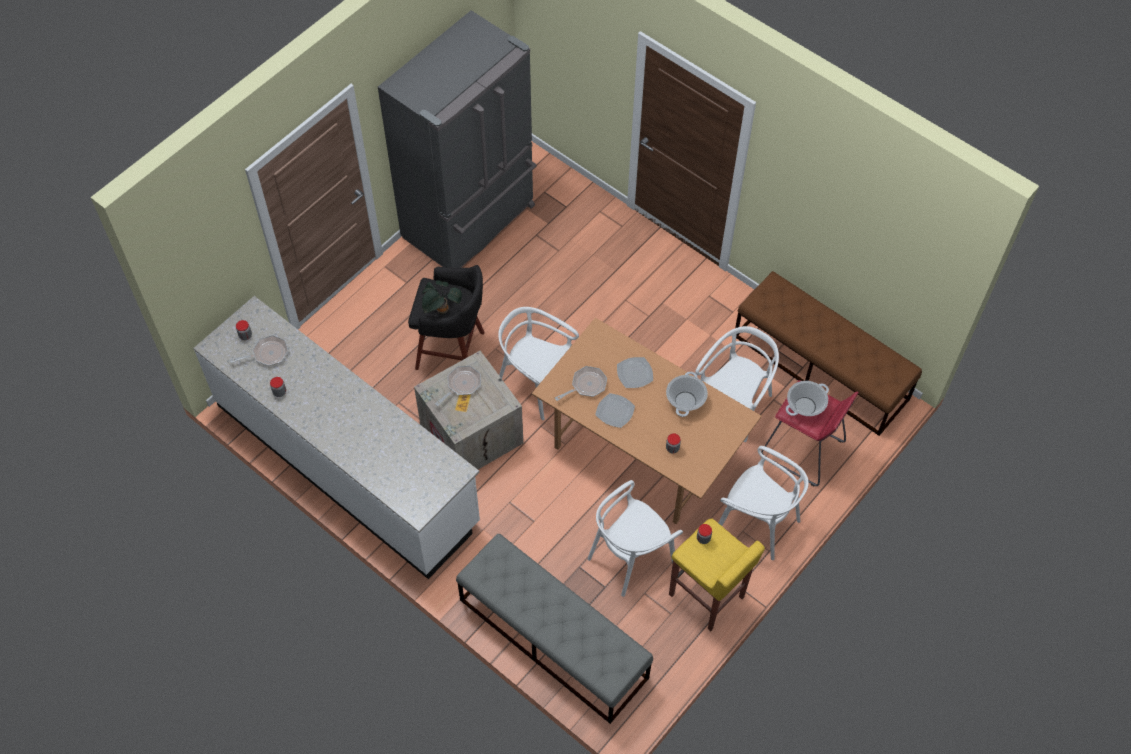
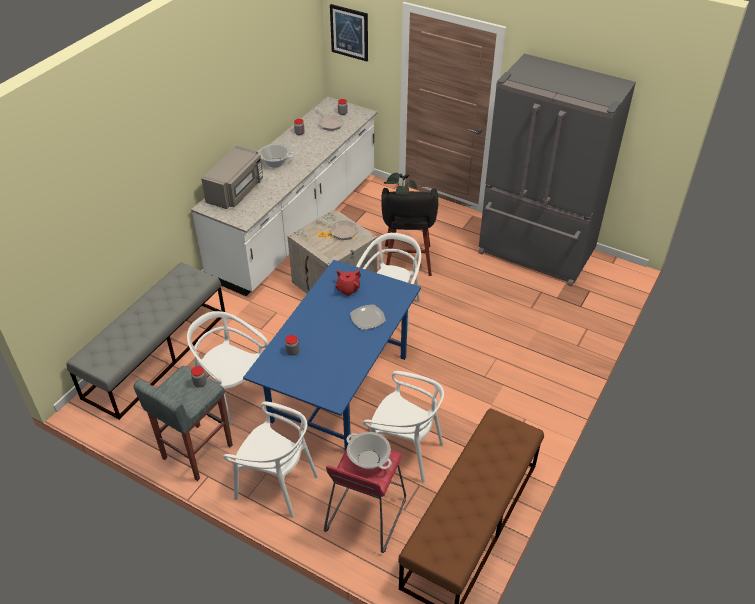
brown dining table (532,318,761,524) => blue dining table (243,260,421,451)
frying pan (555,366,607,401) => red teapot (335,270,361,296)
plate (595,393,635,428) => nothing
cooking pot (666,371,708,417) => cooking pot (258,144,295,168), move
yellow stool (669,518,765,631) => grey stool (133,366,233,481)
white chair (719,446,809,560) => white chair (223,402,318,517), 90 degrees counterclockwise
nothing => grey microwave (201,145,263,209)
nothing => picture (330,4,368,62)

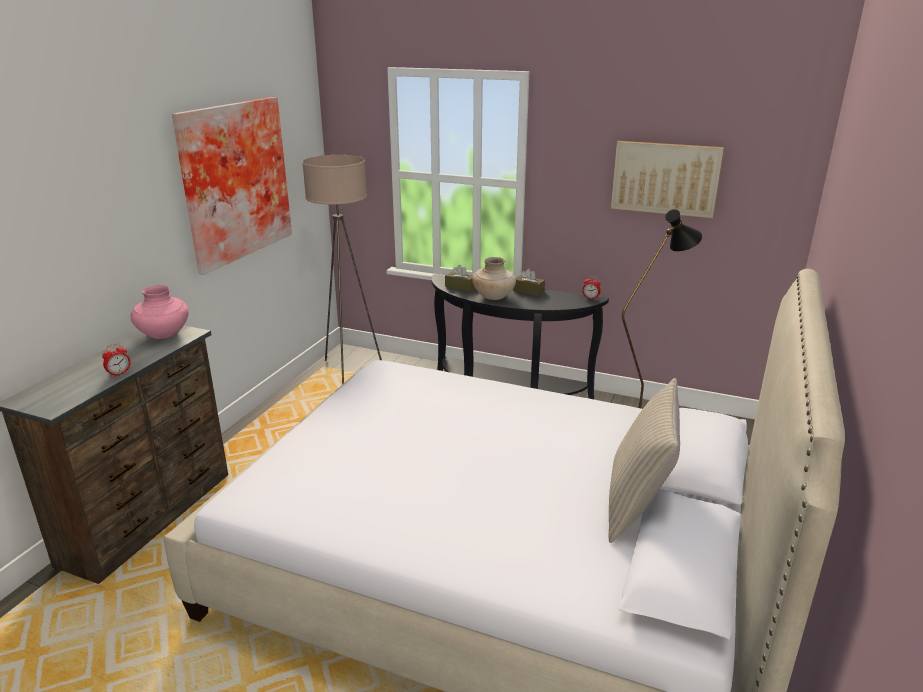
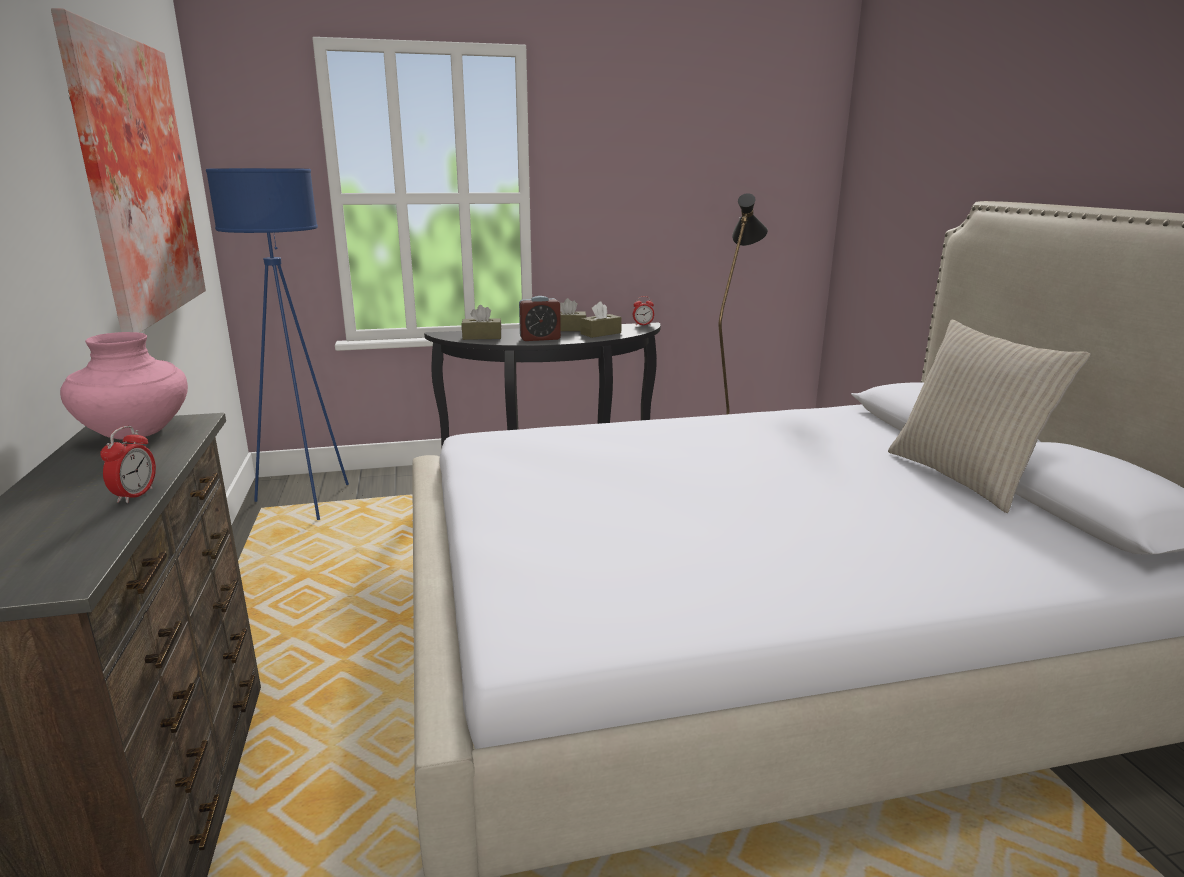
beige floor lamp (302,155,382,384) => blue floor lamp (206,168,349,520)
beige vase (472,257,516,300) => alarm clock (519,296,561,341)
picture (611,141,724,218) => nothing
nothing => brown tissue box (580,301,622,338)

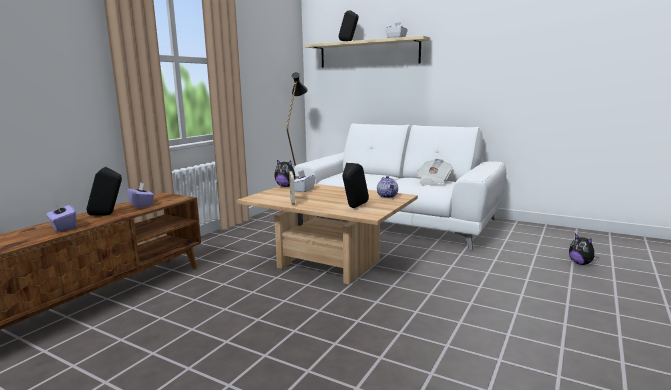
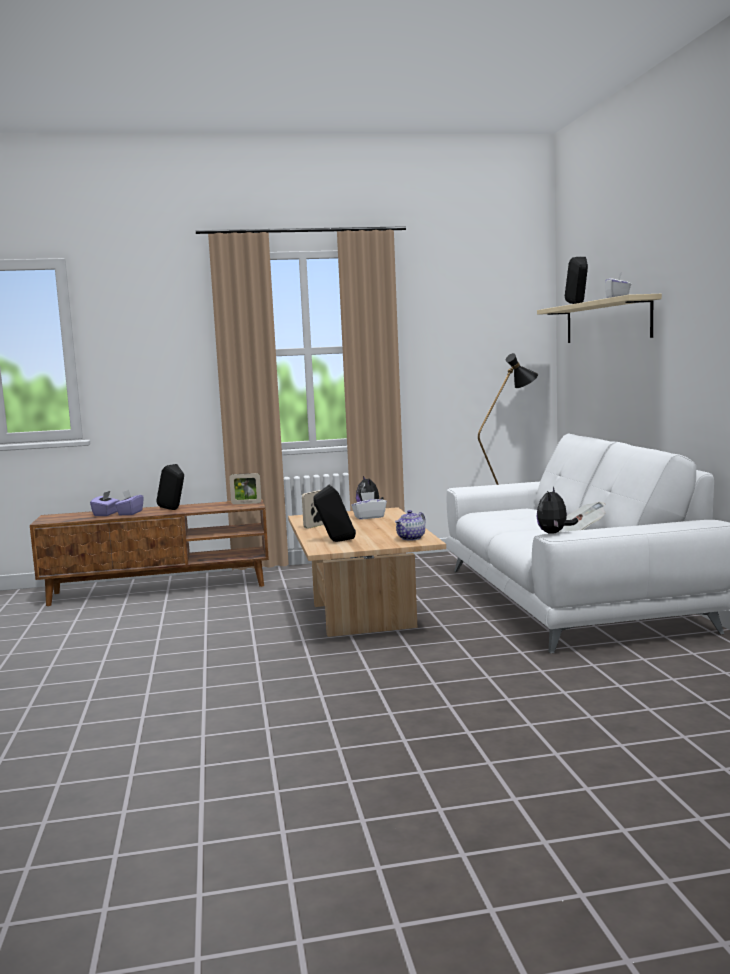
purple tissue box (126,183,154,208) => purple tissue box (90,491,120,516), move
plush toy (569,233,599,265) => plush toy (536,487,578,534), move
nothing => picture frame (229,473,262,504)

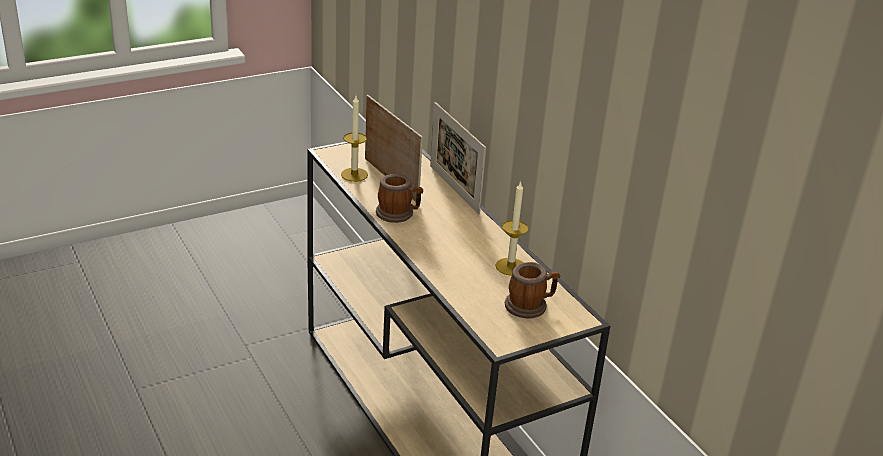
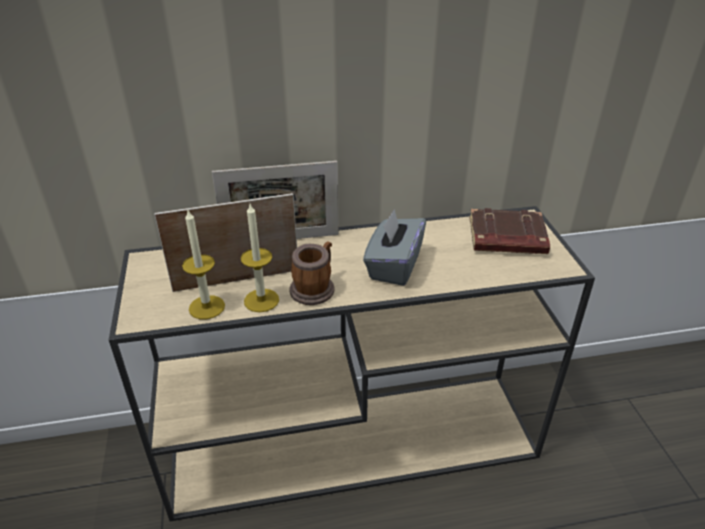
candle (495,181,529,276) => candle (241,204,279,312), move
mug (505,262,560,319) => brown book (470,208,550,254)
nothing => grey tissue box (363,209,426,286)

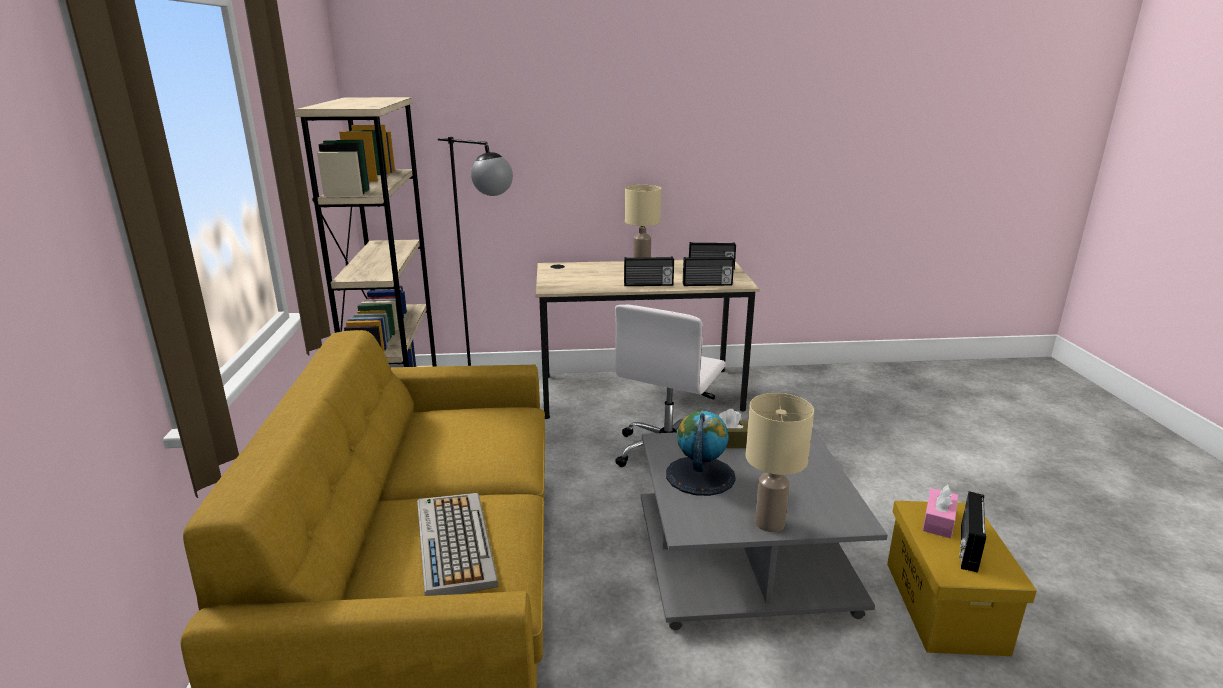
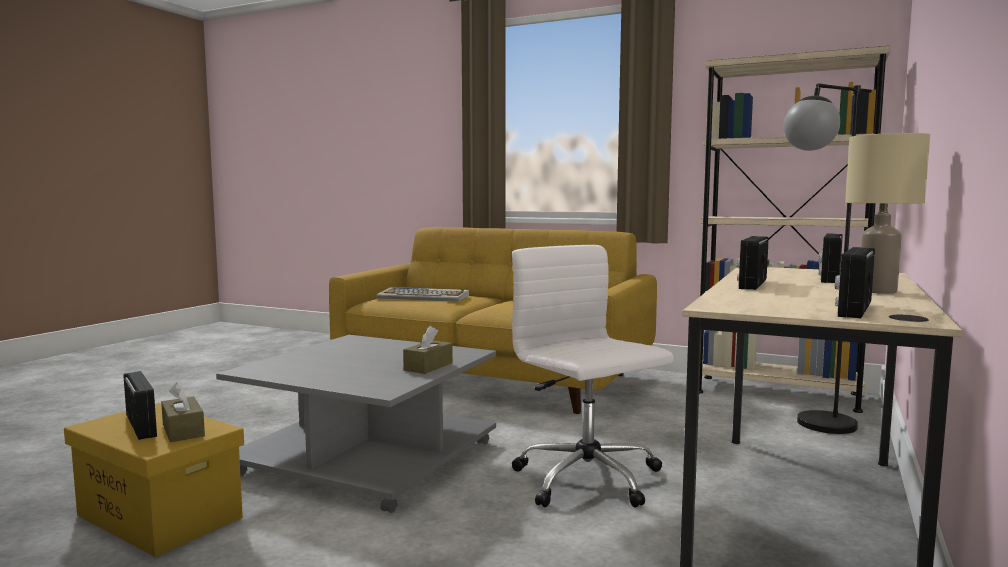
globe (666,411,736,496) => nothing
radio (683,256,734,286) => radio (818,233,843,283), move
beige table lamp (746,393,814,532) => nothing
pink tissue box (923,485,958,538) => brown tissue box (161,382,205,442)

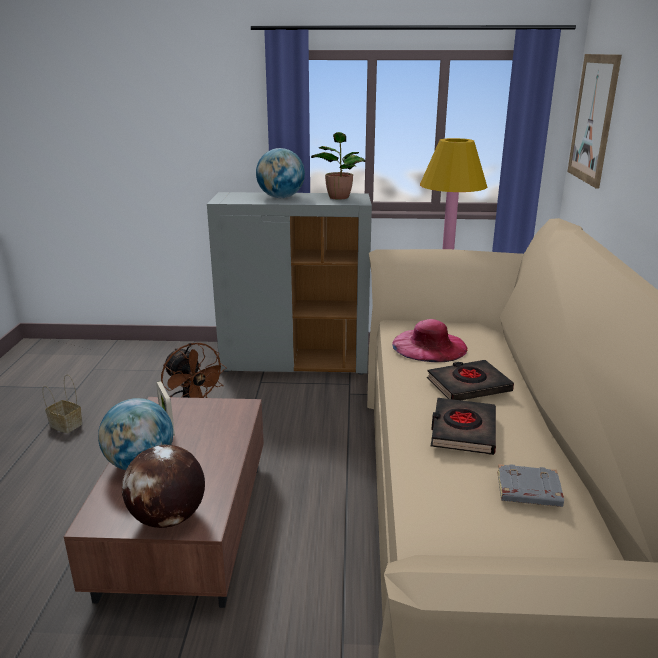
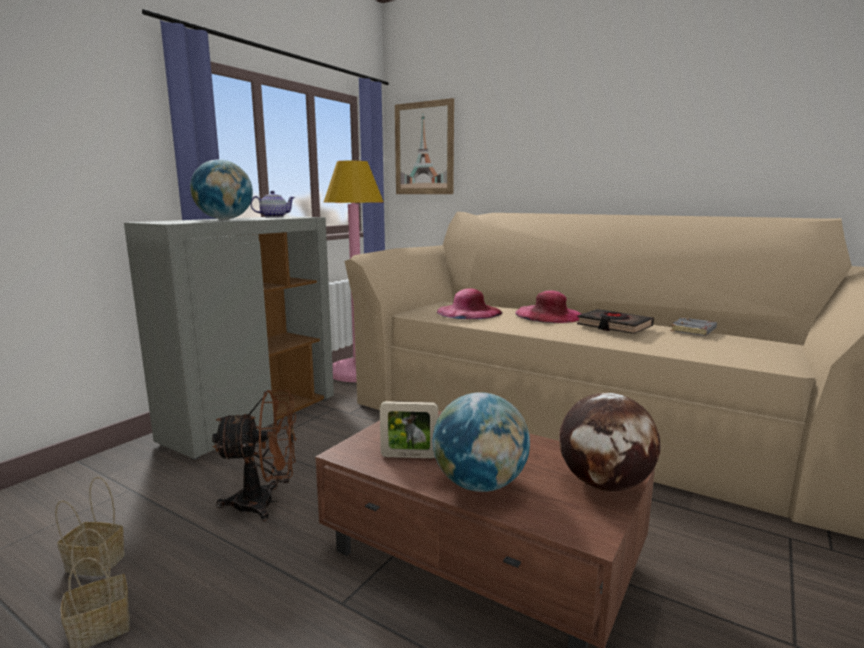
potted plant (311,132,365,200) => teapot (250,191,295,218)
black book (427,360,514,400) => pink hat (515,290,581,323)
nothing => basket (55,477,125,576)

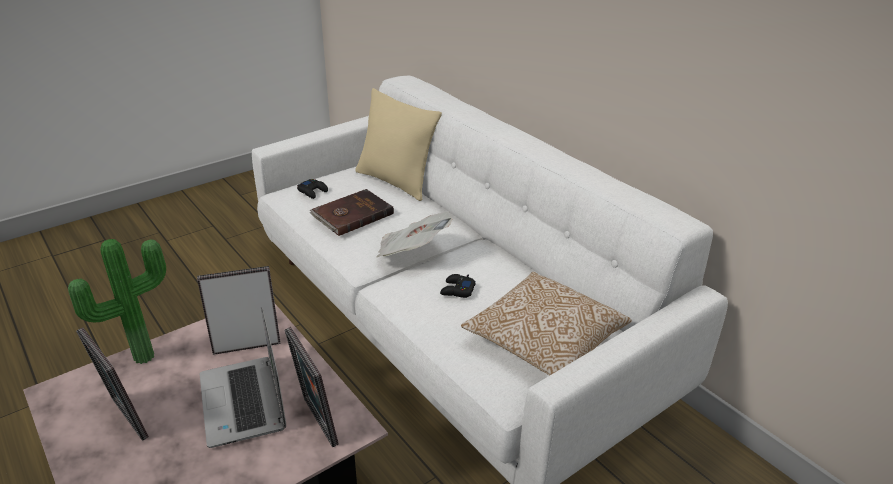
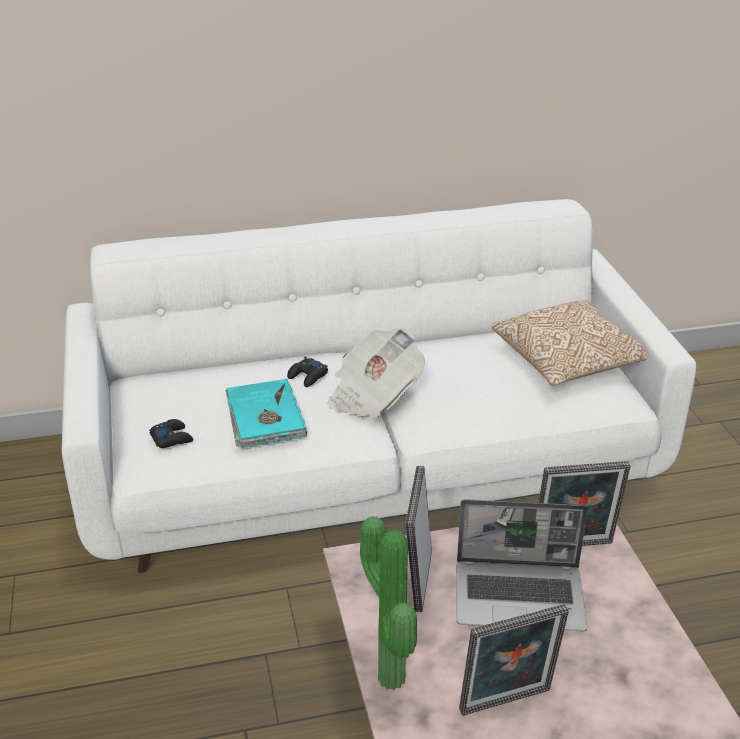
brown book (310,189,394,236) => turquoise book (225,379,307,448)
beige pillow (355,88,442,201) => nothing
black game controller (440,274,476,298) => black game controller (287,356,328,387), move

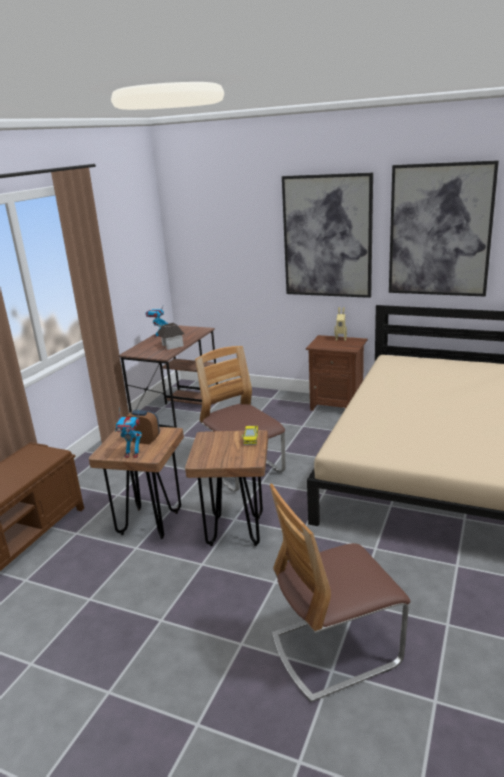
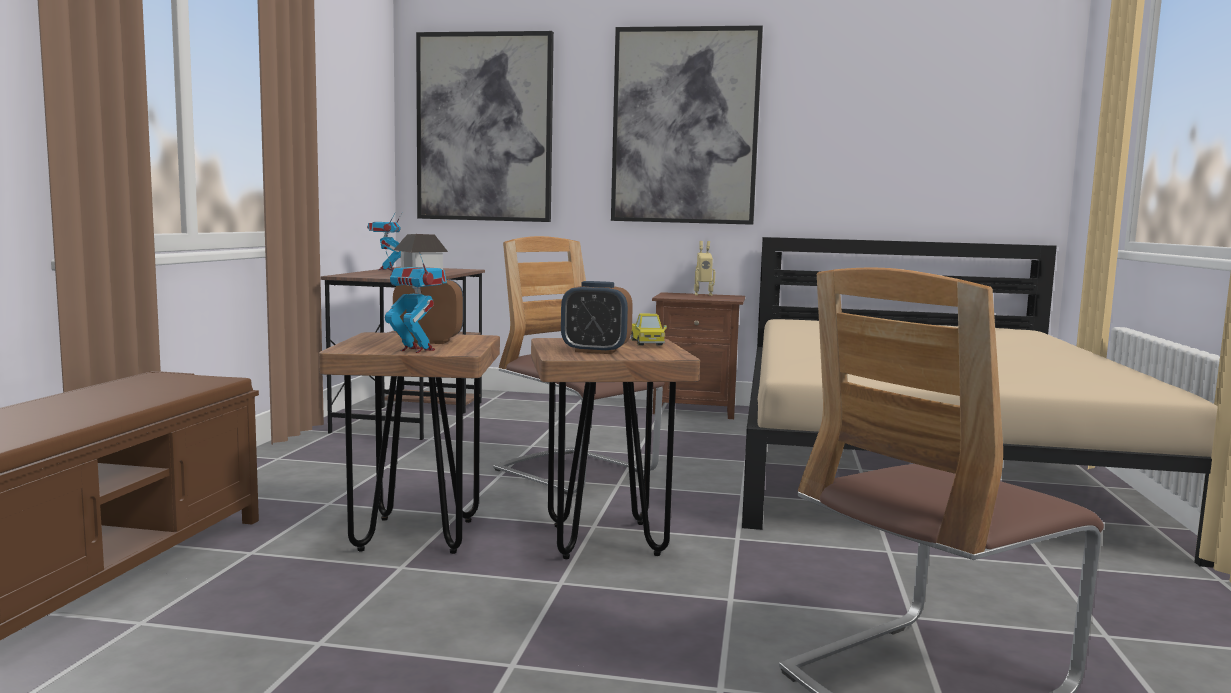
toy robot (115,408,142,458) => toy robot (385,251,447,353), 150 degrees counterclockwise
picture (389,160,499,297) => picture (416,31,554,222), move
nothing => alarm clock (561,281,633,354)

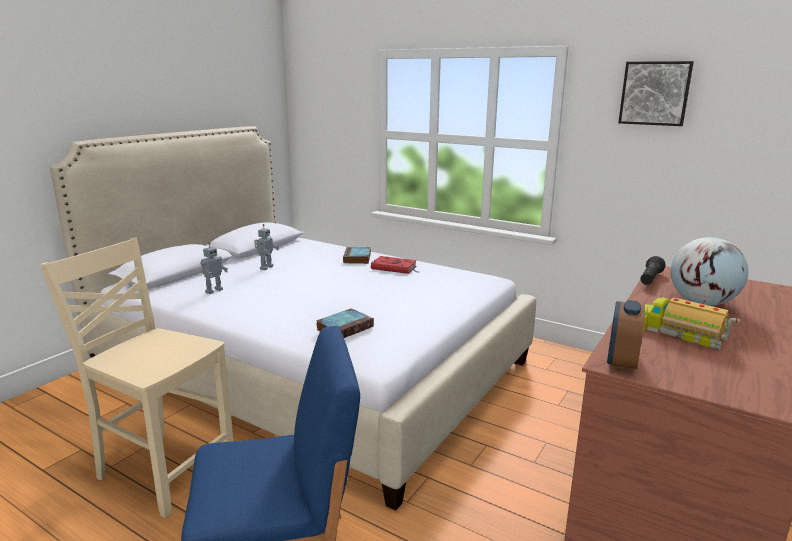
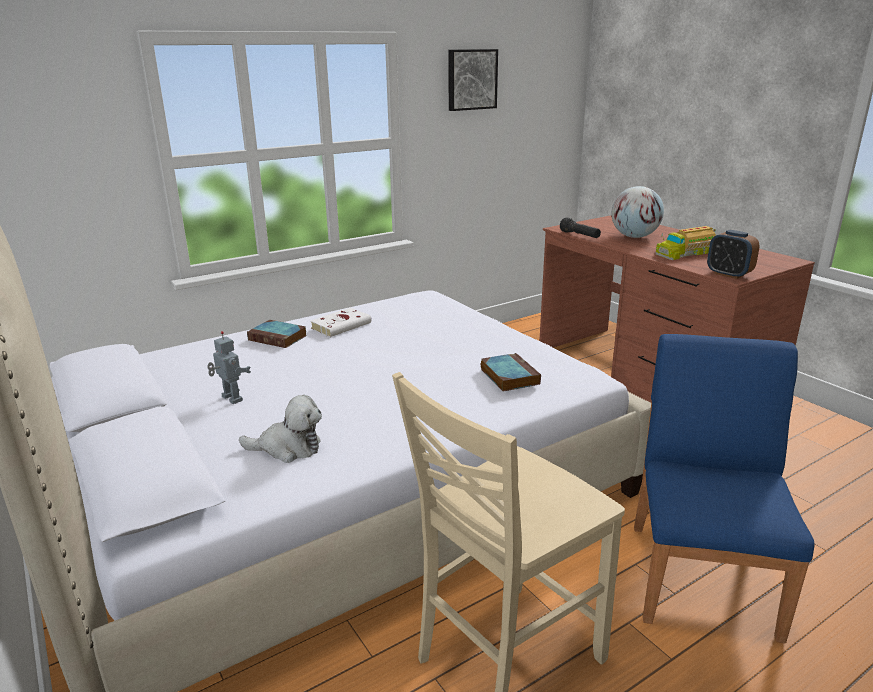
toy robot (200,242,228,294) => plush toy (239,395,322,463)
red book (371,256,419,274) => white book (310,308,371,337)

